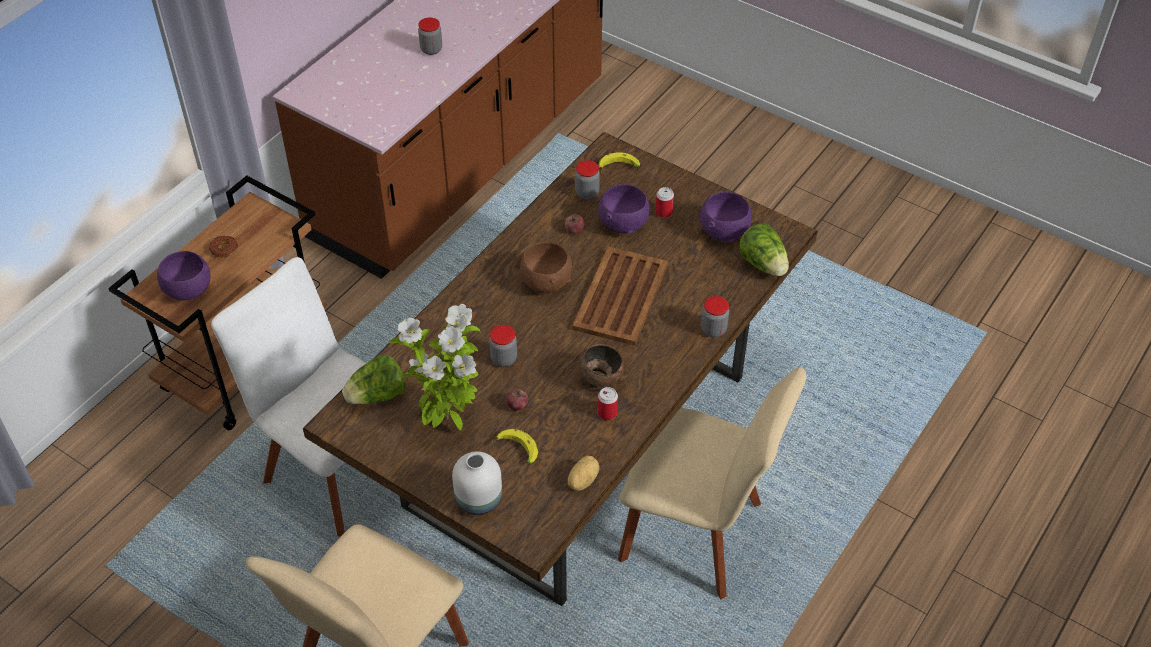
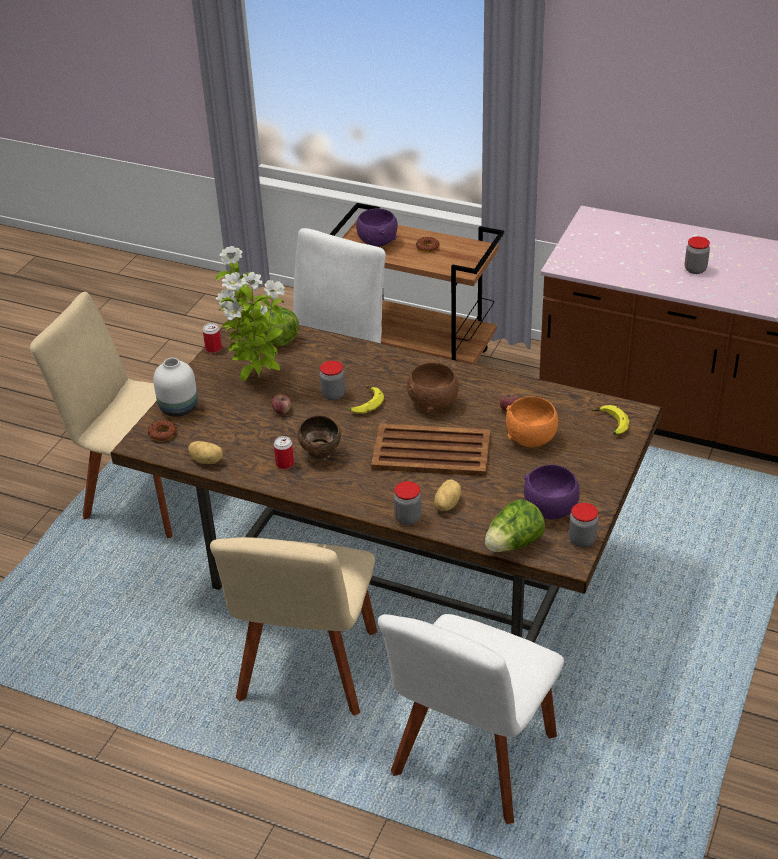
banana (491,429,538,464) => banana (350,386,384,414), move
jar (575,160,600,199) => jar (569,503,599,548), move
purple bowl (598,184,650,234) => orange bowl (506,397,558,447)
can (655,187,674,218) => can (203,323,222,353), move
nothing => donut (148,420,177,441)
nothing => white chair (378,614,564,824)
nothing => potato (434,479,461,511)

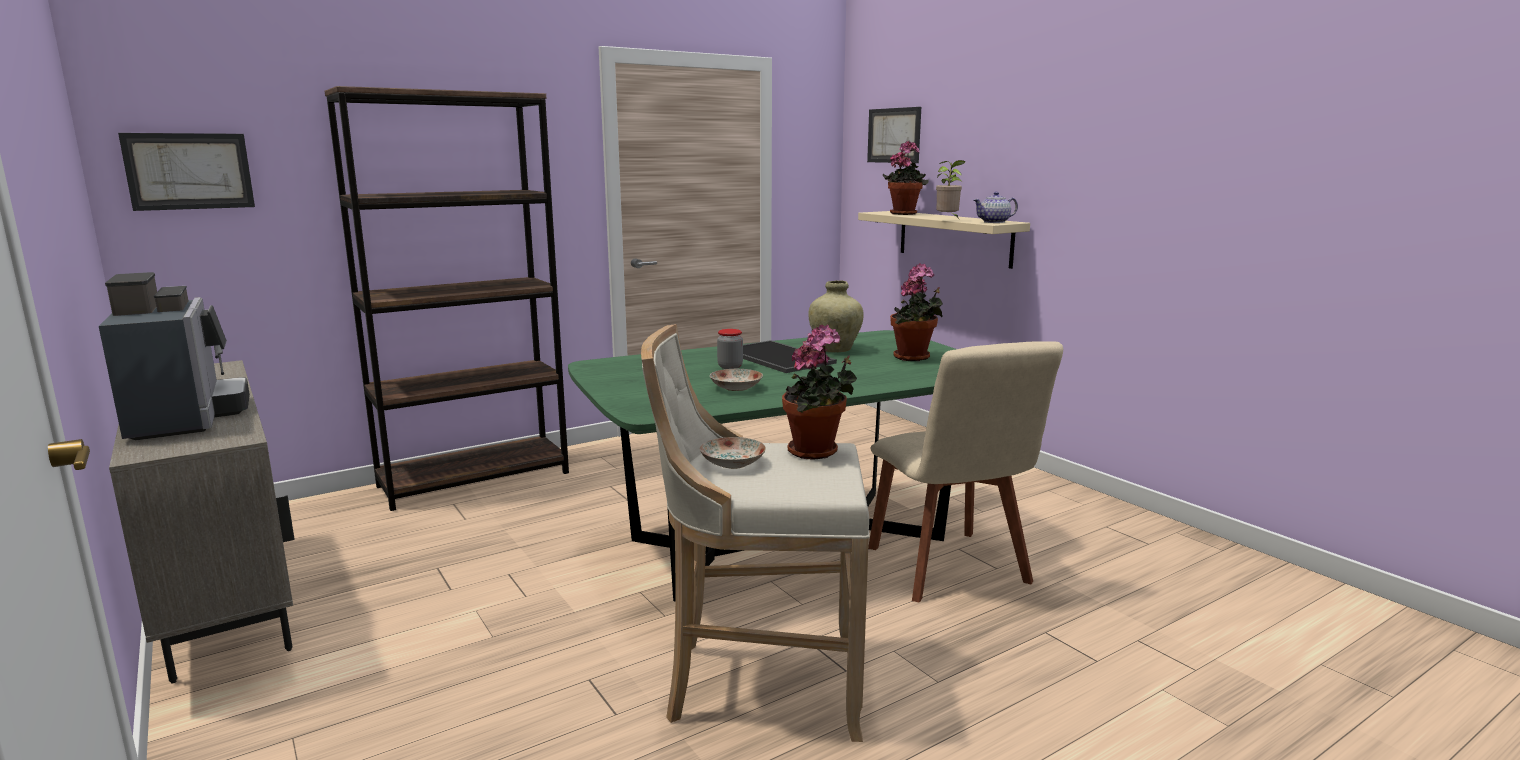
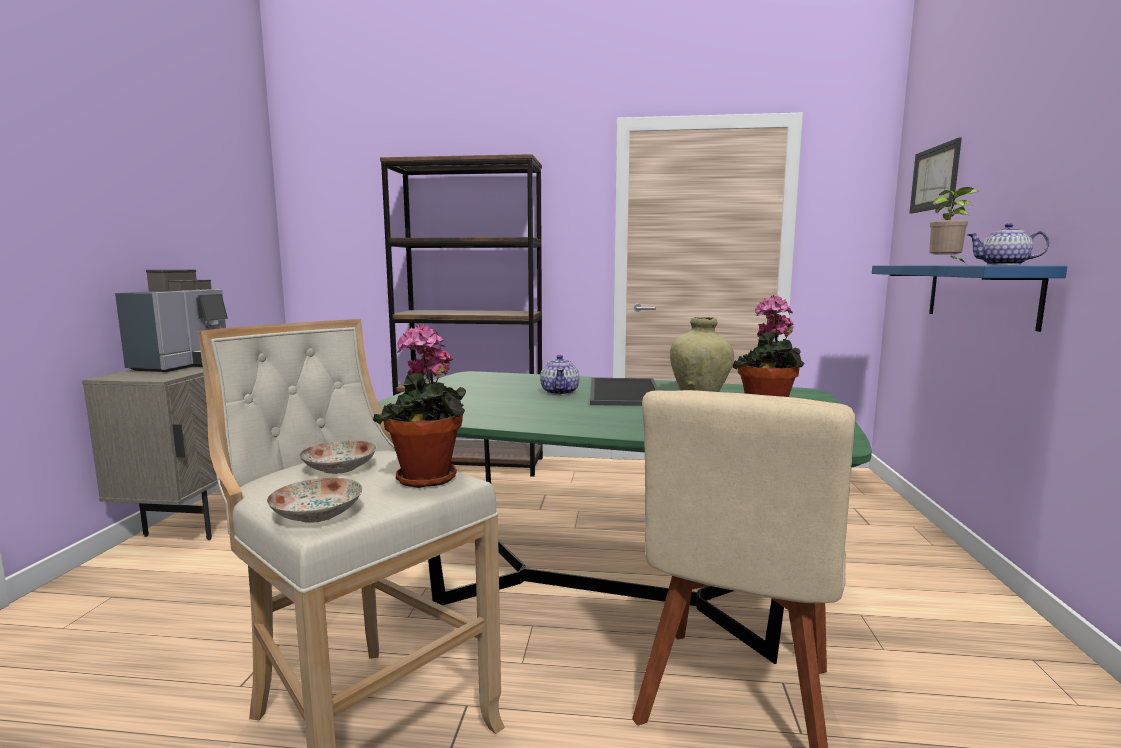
picture (118,133,255,211) => nothing
plate (710,369,763,391) => plate (267,478,363,523), move
jar (717,329,743,369) => teapot (540,355,580,395)
beige shelf (858,211,1030,269) => blue shelf (872,266,1067,332)
potted plant (883,141,928,215) => nothing

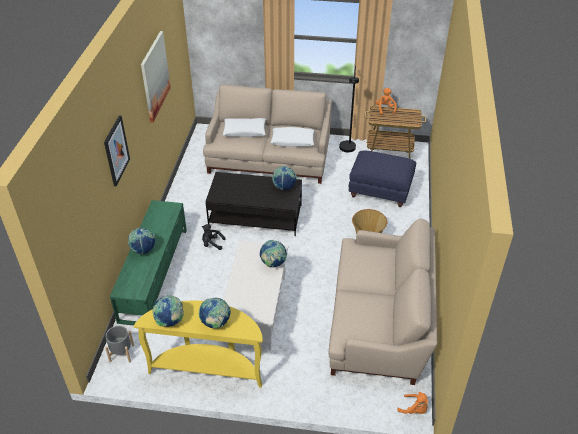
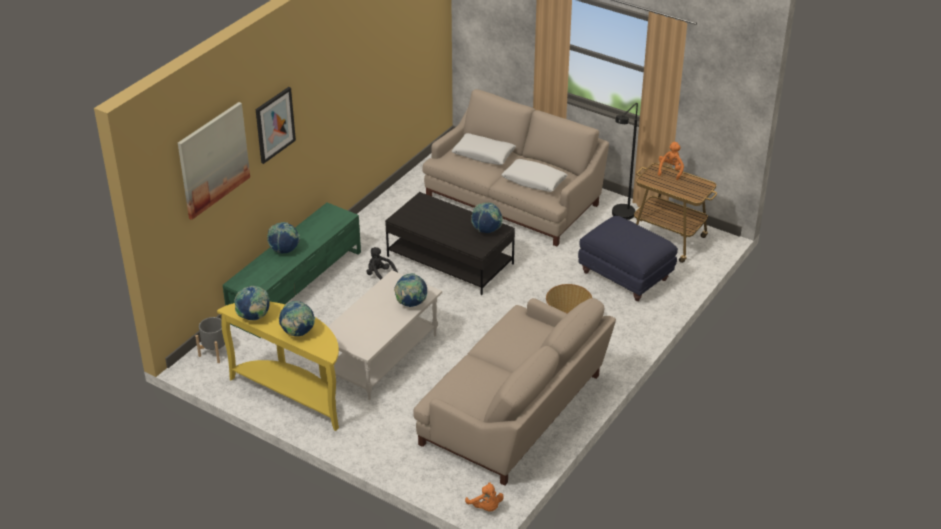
picture (141,31,171,123) => picture (178,102,250,220), move

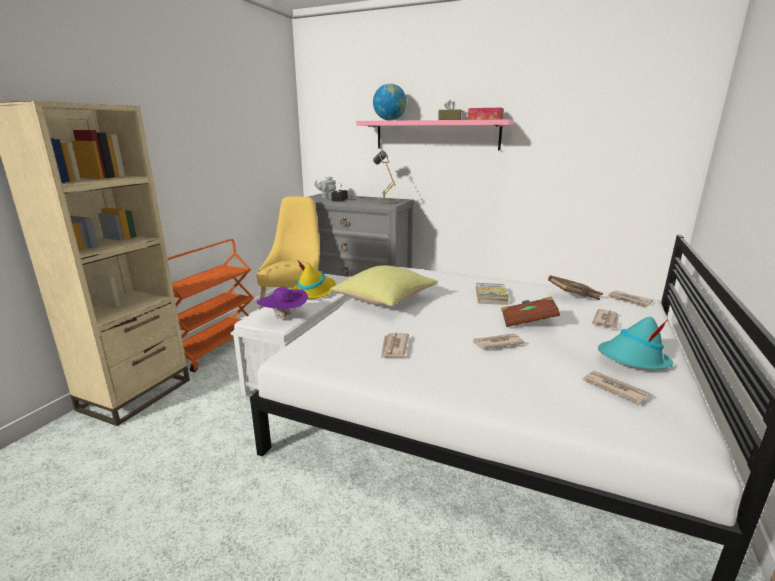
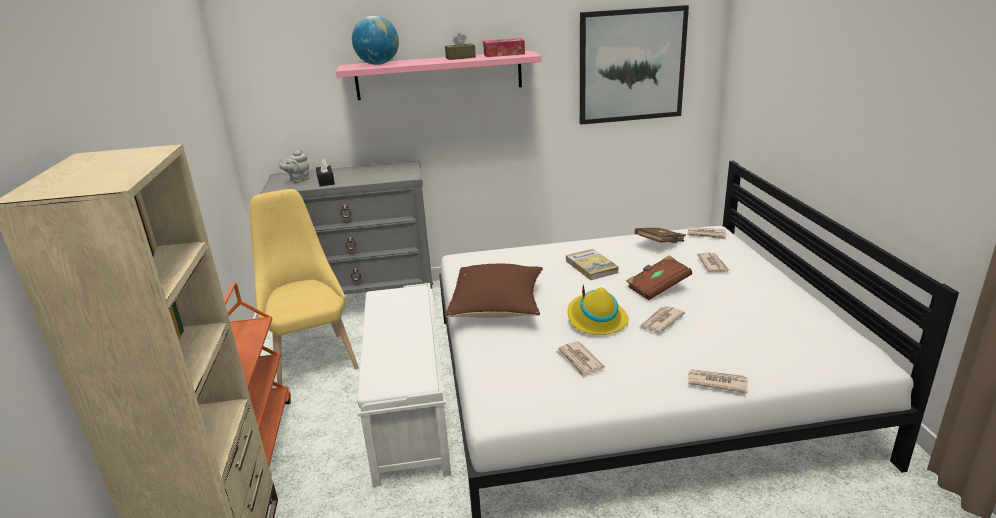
purple hat (256,287,308,319) => nothing
yellow hat (291,261,336,299) => yellow hat (568,284,629,335), move
yellow pillow (330,265,438,306) => brown pillow (445,264,543,318)
grey table lamp (368,151,400,204) => nothing
newspaper (582,371,650,404) => newspaper (688,369,748,393), move
turquoise hat (598,317,673,369) => nothing
nothing => picture (580,5,689,125)

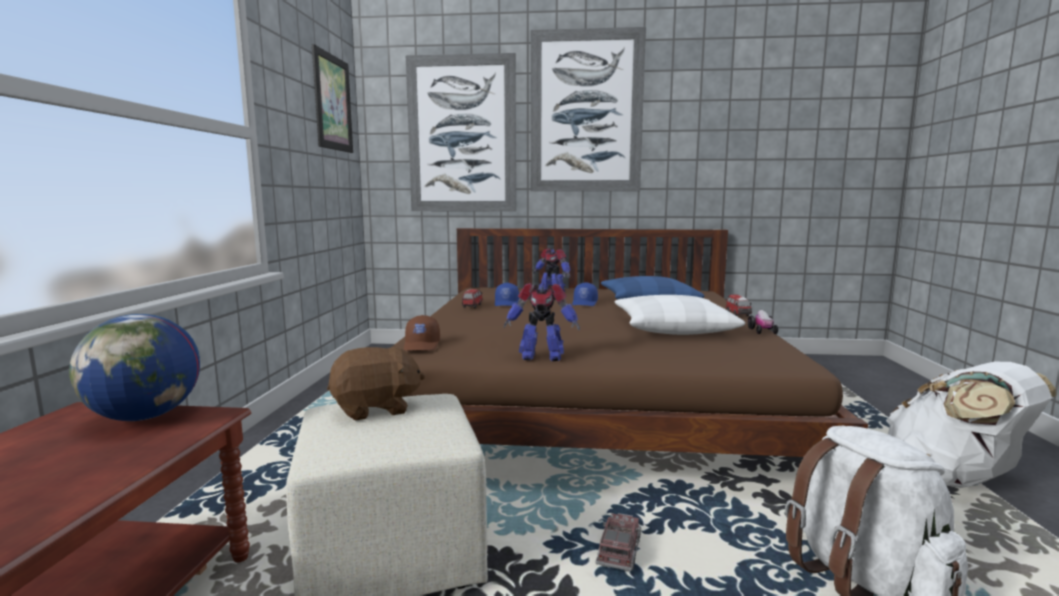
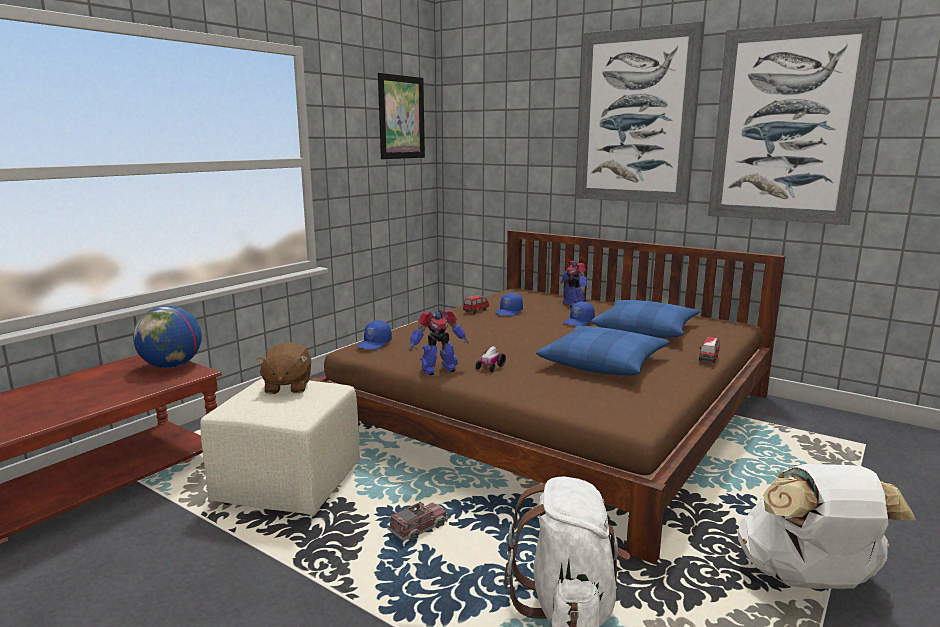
brown plush toy (327,346,425,421) => brown plush toy (256,342,311,394), 75 degrees clockwise
brown cap (404,315,440,351) => blue cap (357,320,392,350)
picture (405,53,516,212) => picture (708,16,882,225), move
toy robot (504,283,580,361) => toy robot (409,309,469,375), 60 degrees counterclockwise
white pillow (614,295,745,335) => blue pillow (536,326,670,376)
toy car (748,310,778,334) => toy car (476,346,506,372), move

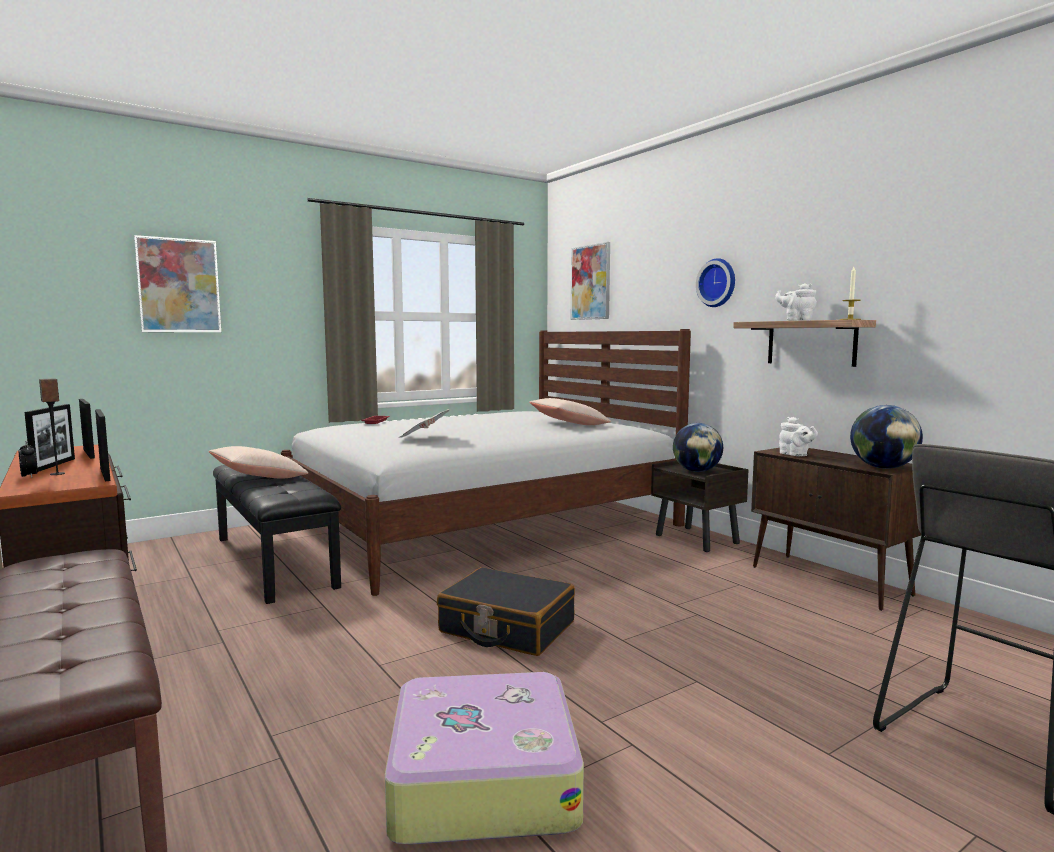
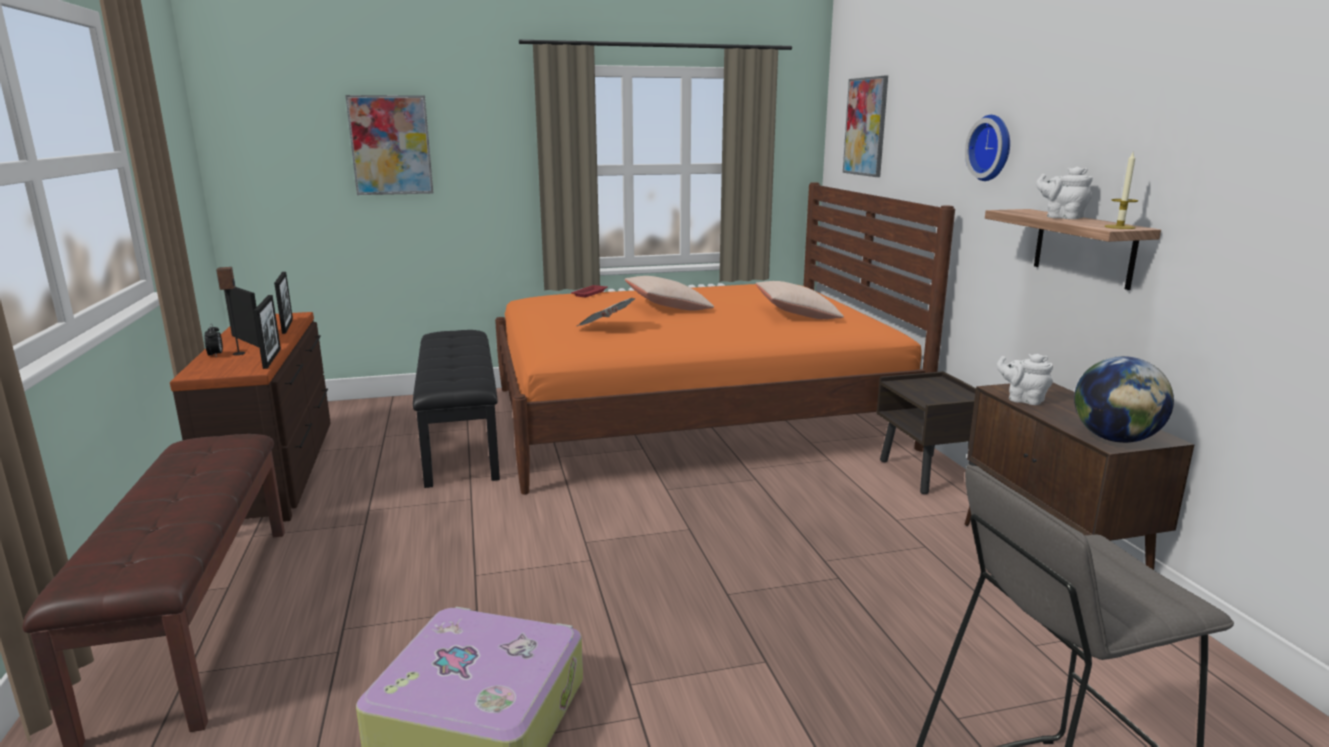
picture frame (24,404,75,472) => picture frame (224,287,259,347), 60 degrees counterclockwise
beige pillow (209,446,308,478) => beige pillow (625,276,714,311), move
white bed (281,329,691,596) => orange bed (495,182,955,495)
black suitcase (437,567,575,656) => nothing
globe (673,423,723,472) => nothing
white teapot (779,417,818,456) => white teapot (996,354,1053,405), 135 degrees clockwise

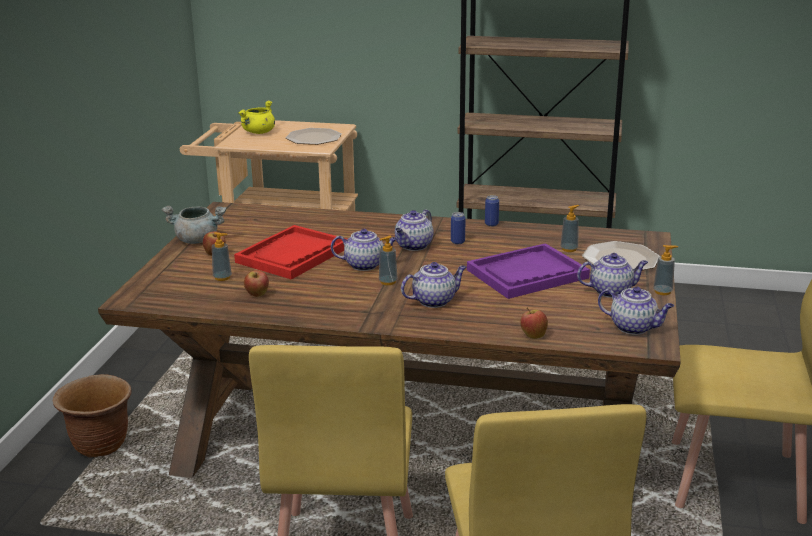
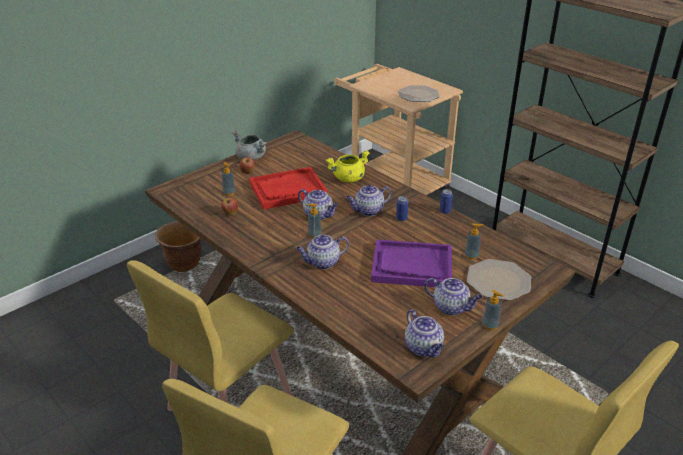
yellow cooking pot (238,100,275,134) => yellow cooking pot (326,150,370,183), move
teapot (401,262,466,308) => teapot (296,235,349,269), 150 degrees clockwise
apple (520,307,548,339) => nothing

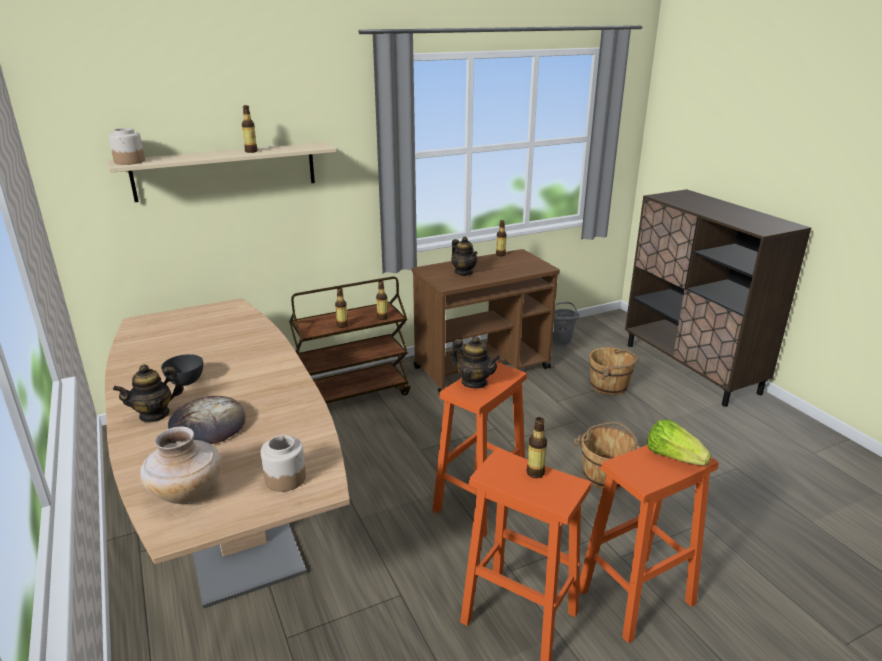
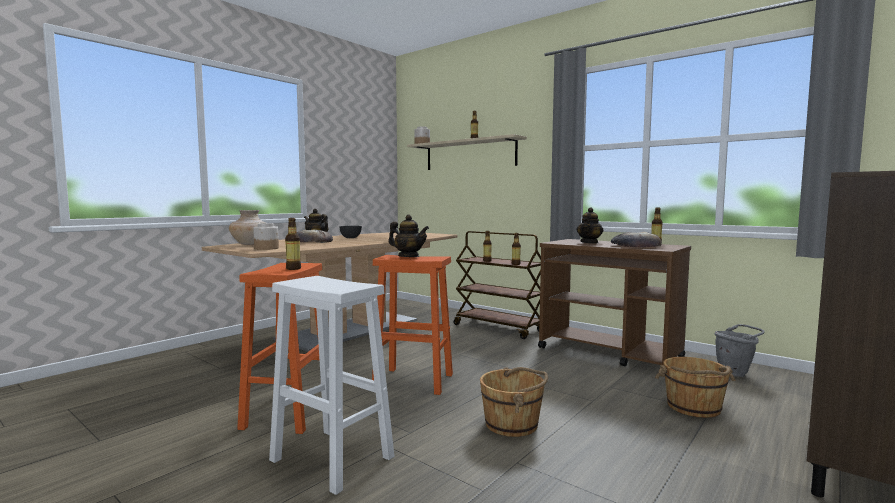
teapot (451,336,500,388) => teapot (388,215,429,257), 75 degrees counterclockwise
orange stool (579,445,719,643) => white stool (269,276,394,495)
lettuce (647,419,711,466) => nothing
nothing => bread (611,231,662,248)

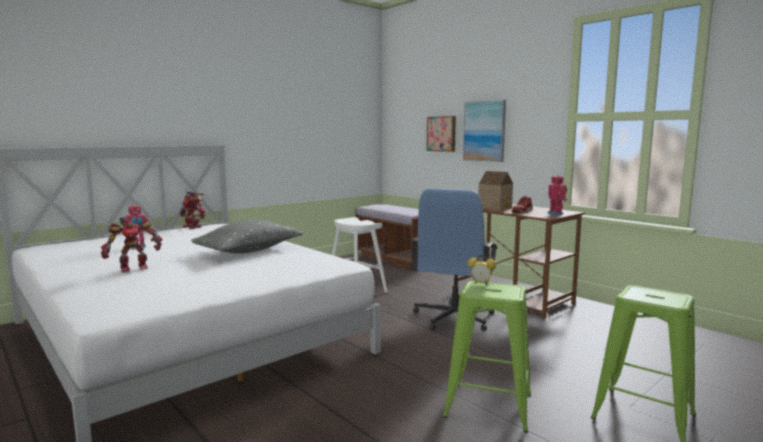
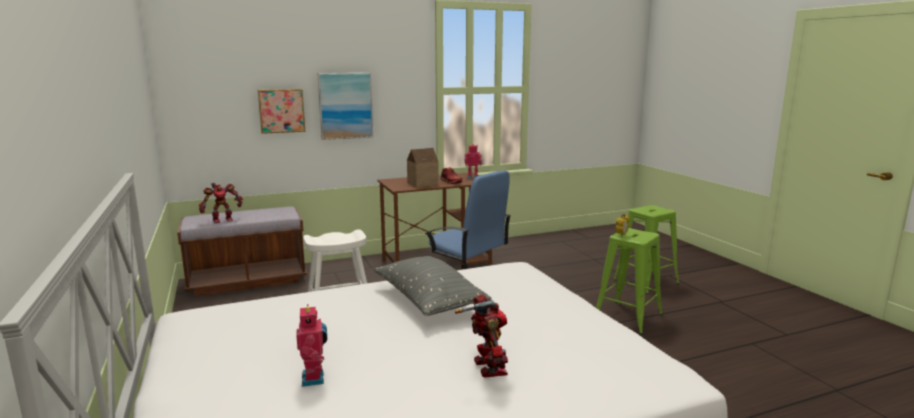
toy robot (180,192,205,229) => toy robot (199,183,243,223), move

